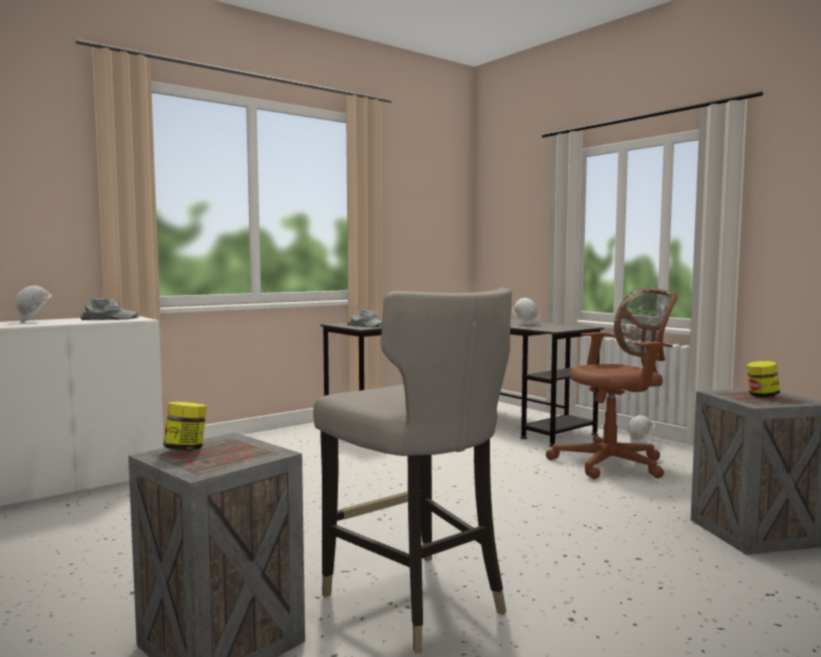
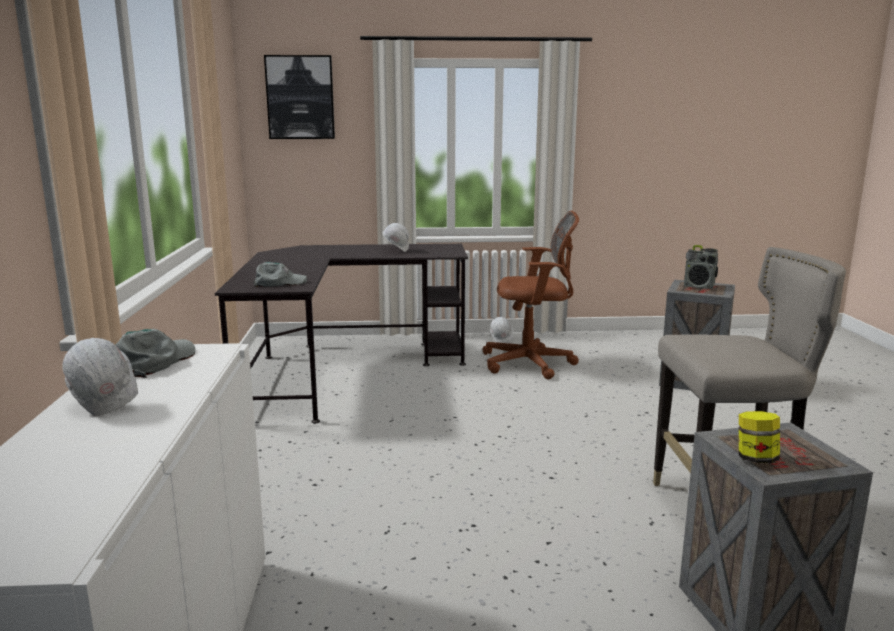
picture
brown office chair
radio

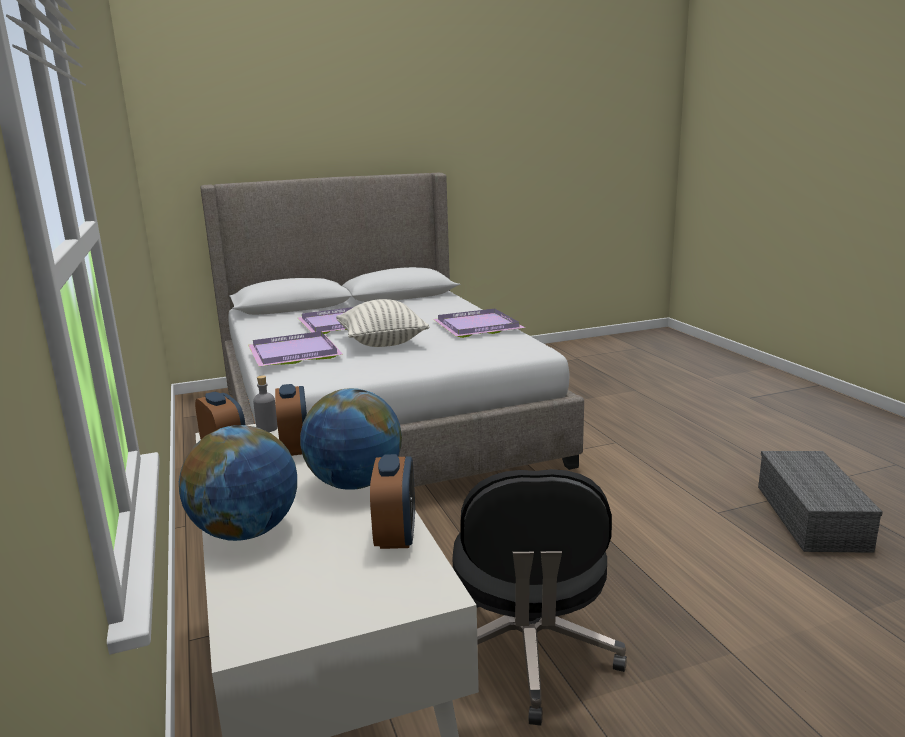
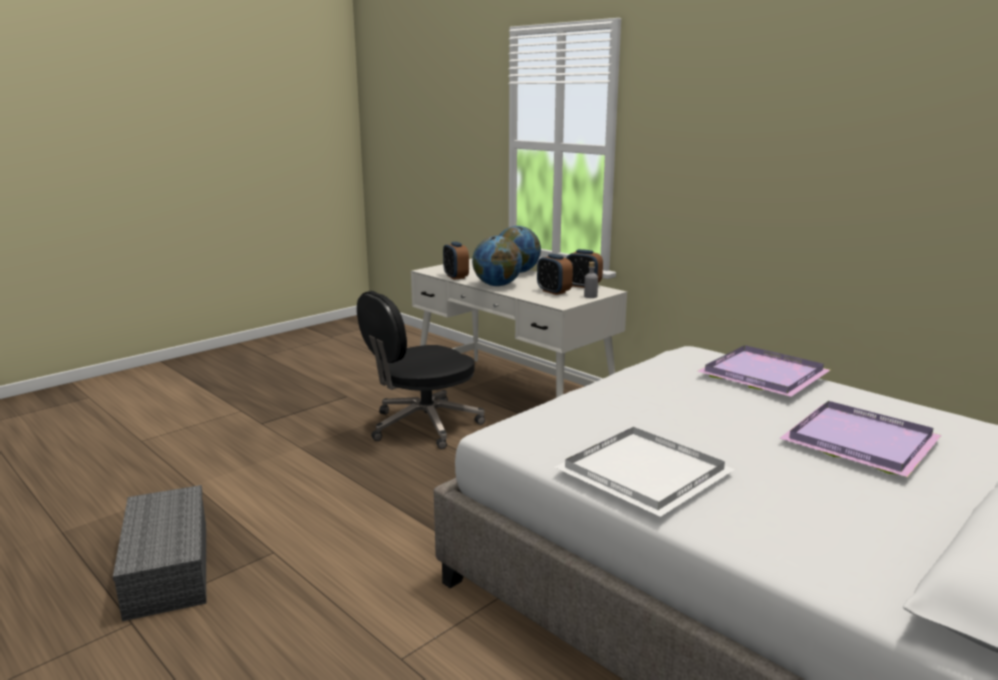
black office chair
white tray
pillow

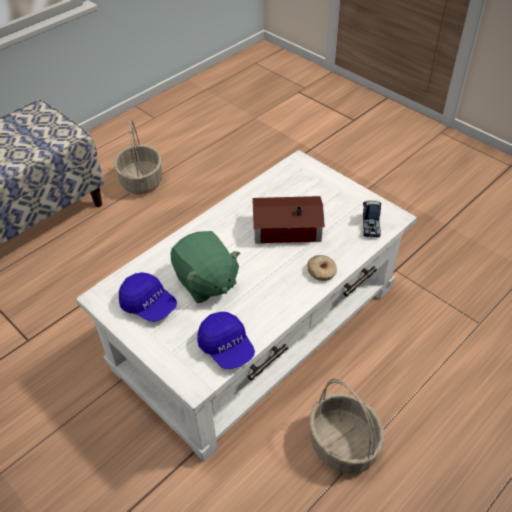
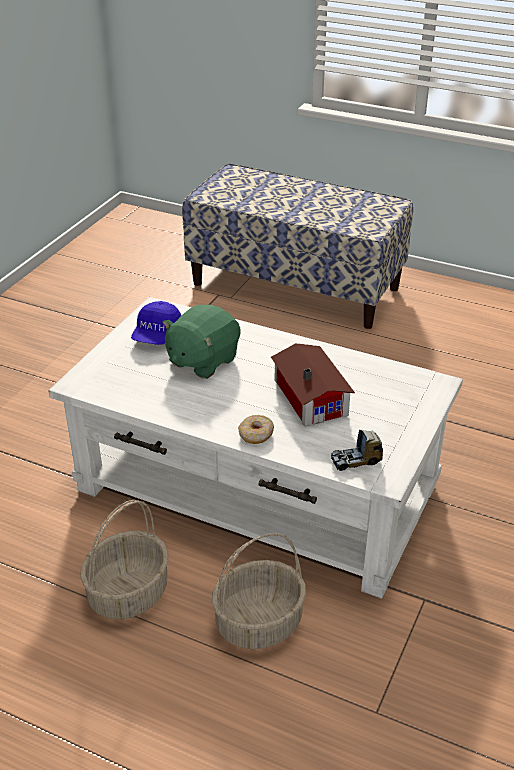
basket (no. 2 from left)
blue cap (no. 2 from left in the first image)

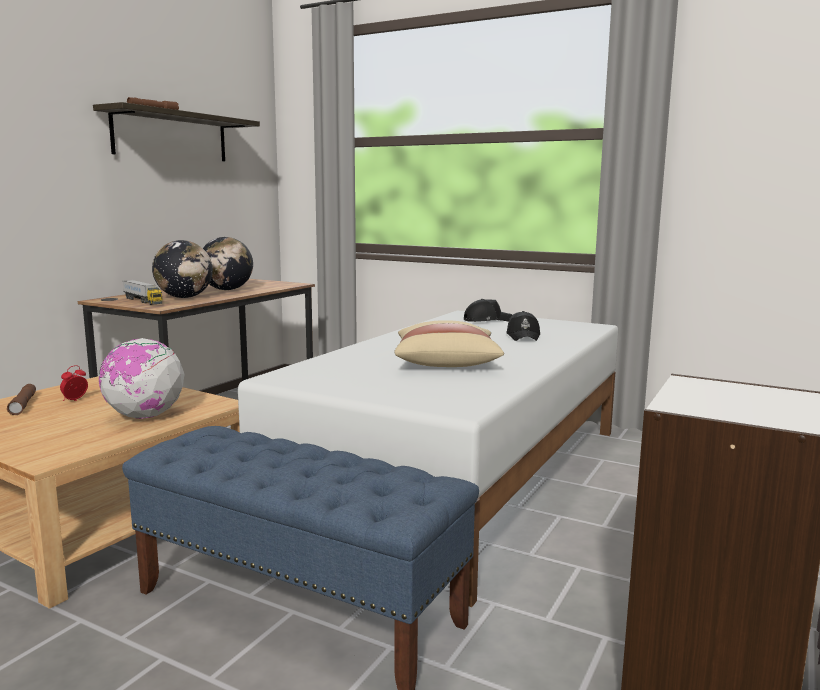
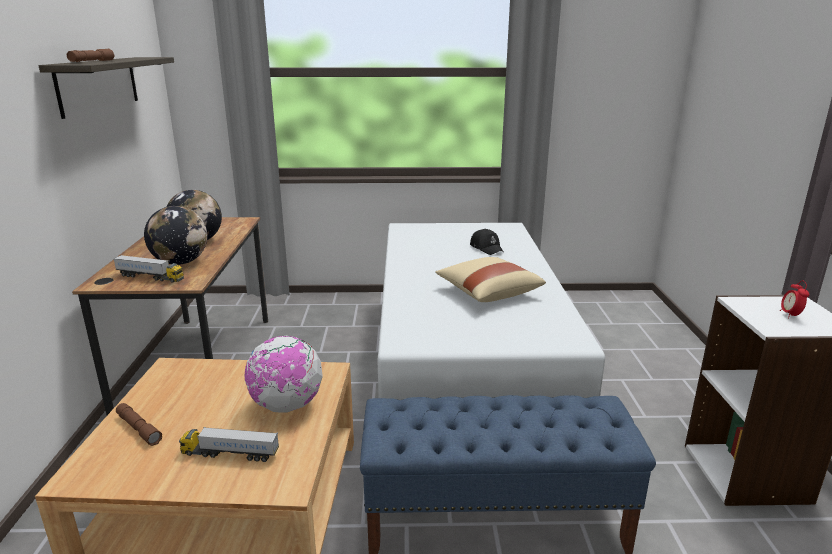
toy truck (no. 2 from left)
alarm clock
black cap (no. 1 from left in the first image)

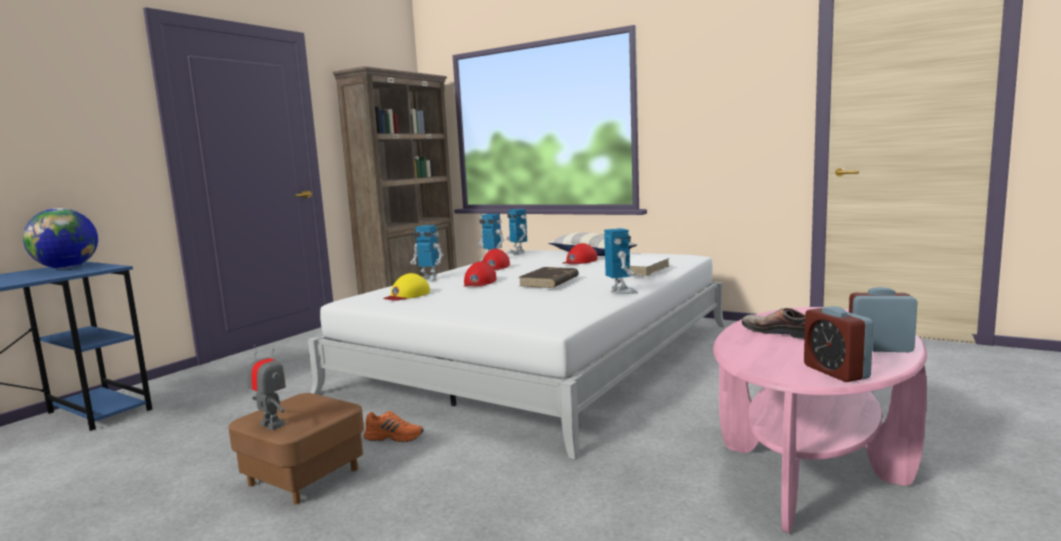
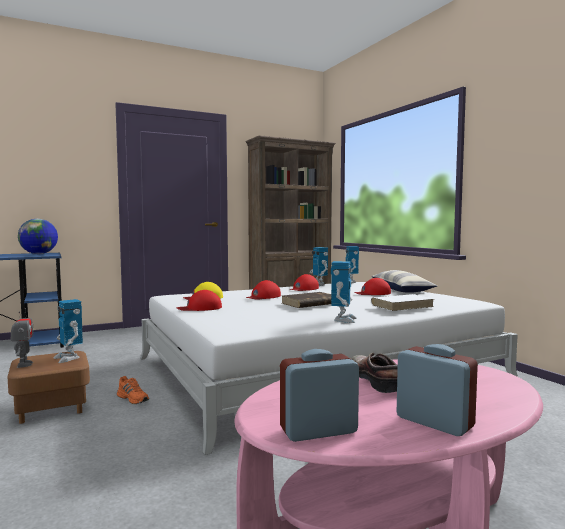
toy robot (no. 2 from left)
red cap (no. 1 from left)
alarm clock (no. 1 from left)

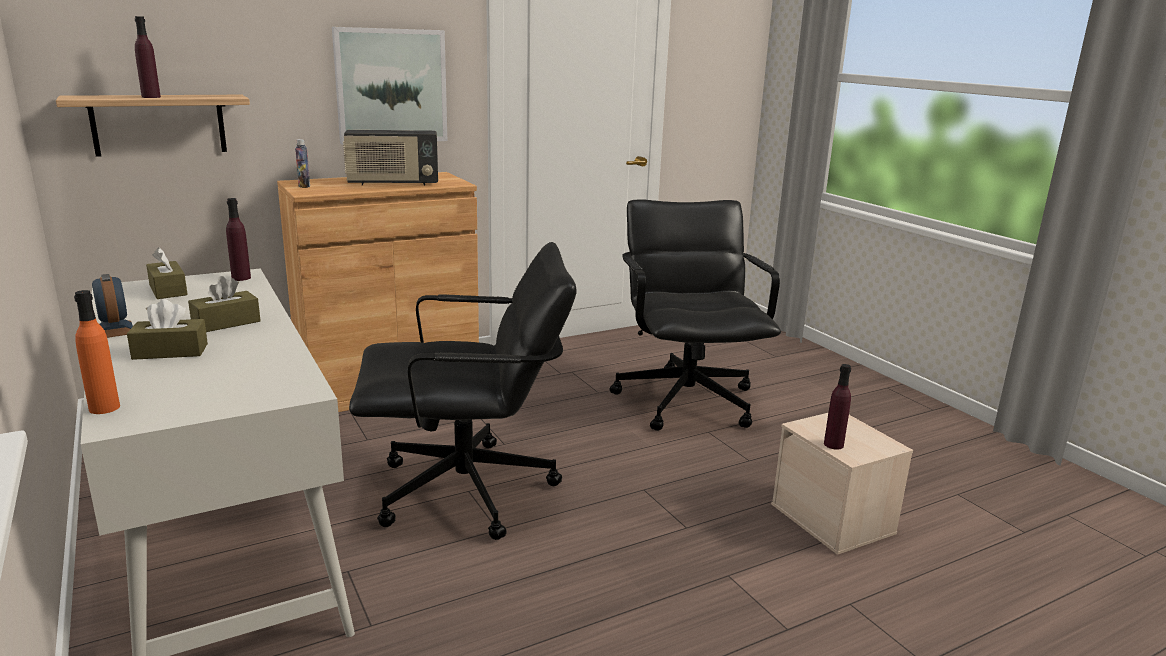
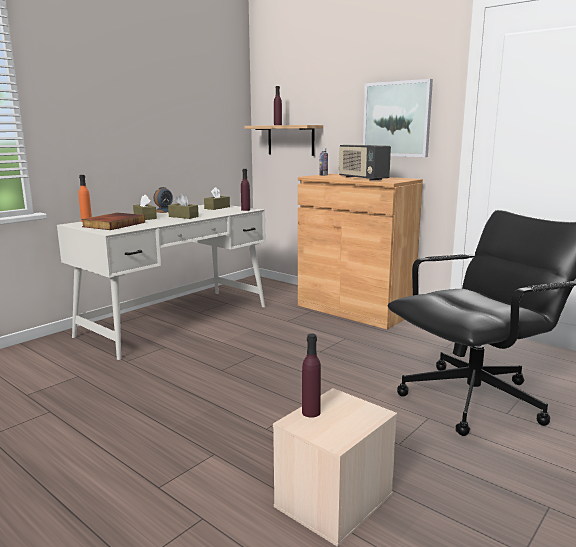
book
black office chair (no. 1 from left in the first image)

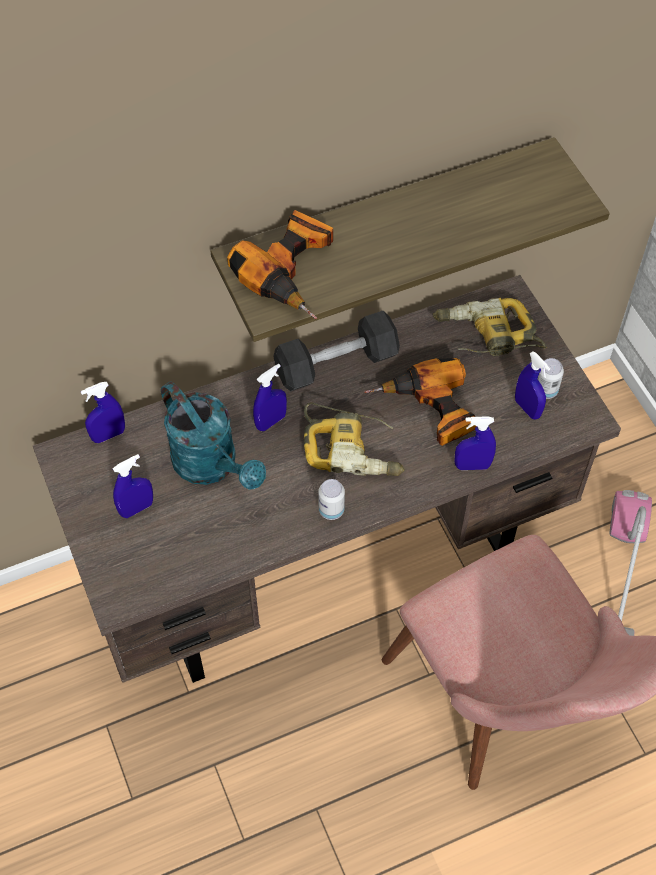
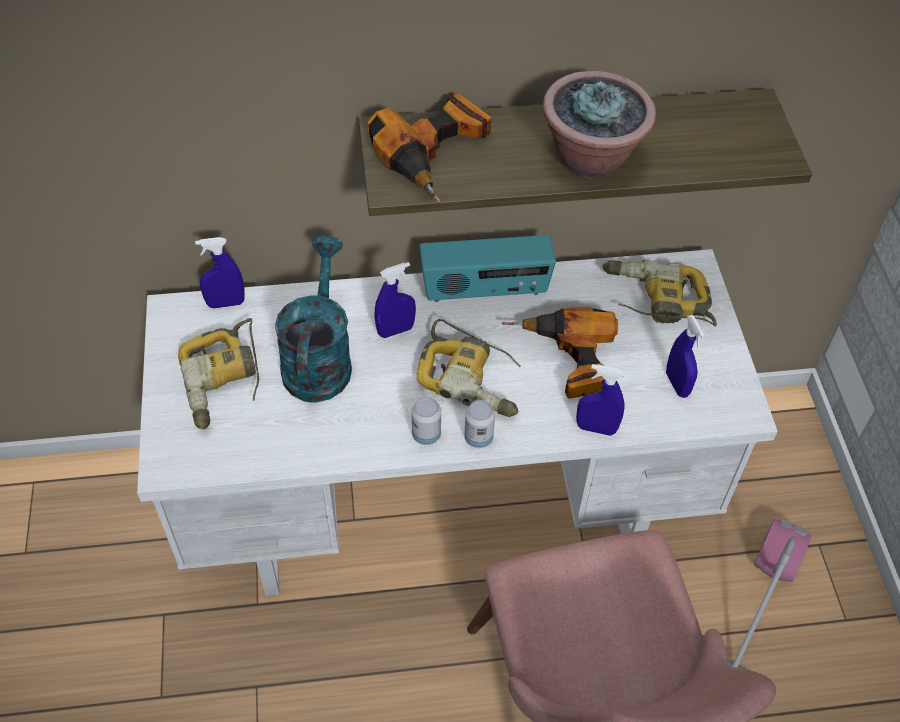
white desk
power drill (no. 1 from left)
turquoise watering can
radio
can (no. 2 from left)
potted plant

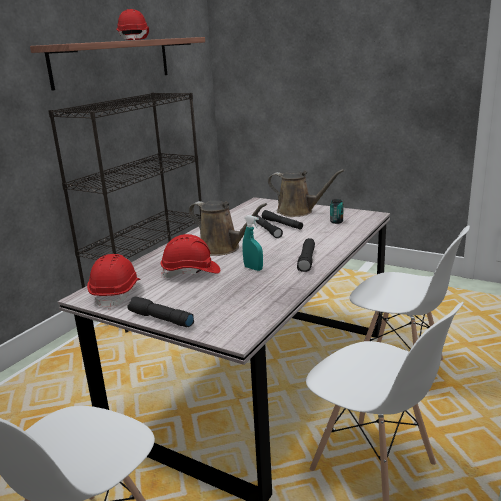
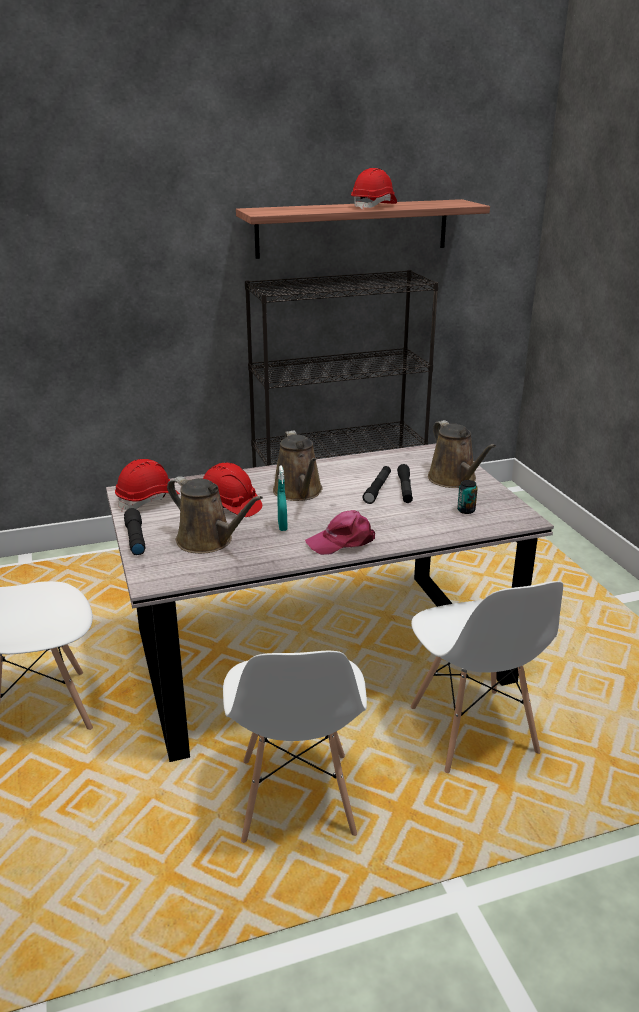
brown watering can (no. 1 from left)
pink cap

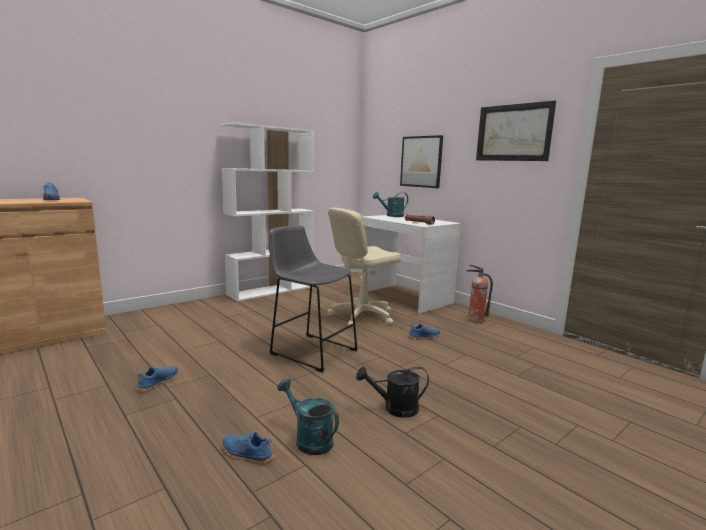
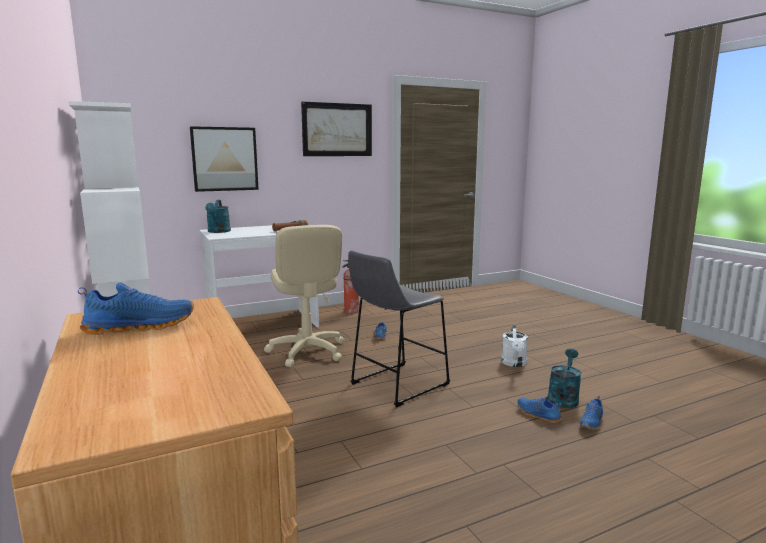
white watering can
blue shoe (no. 3 from left)
turquoise watering can (no. 2 from left)

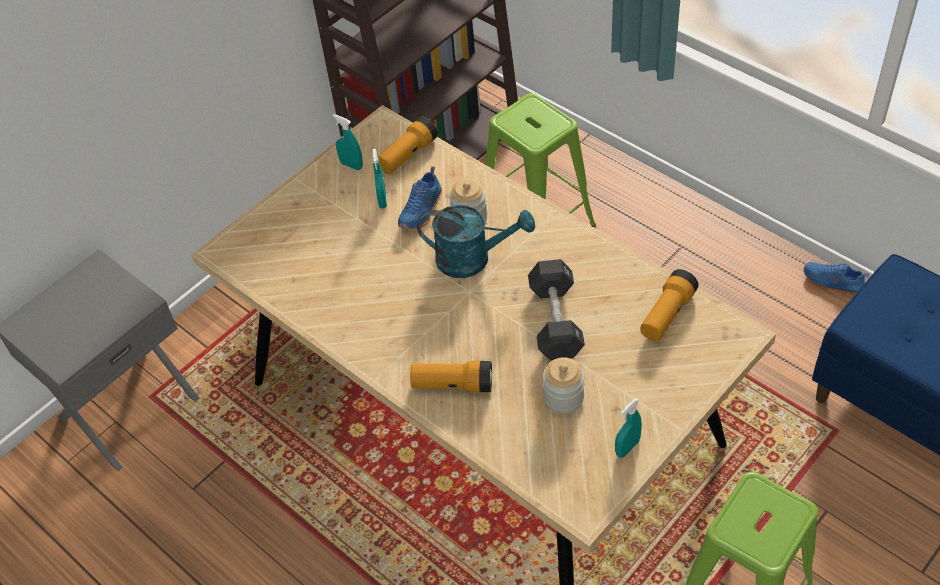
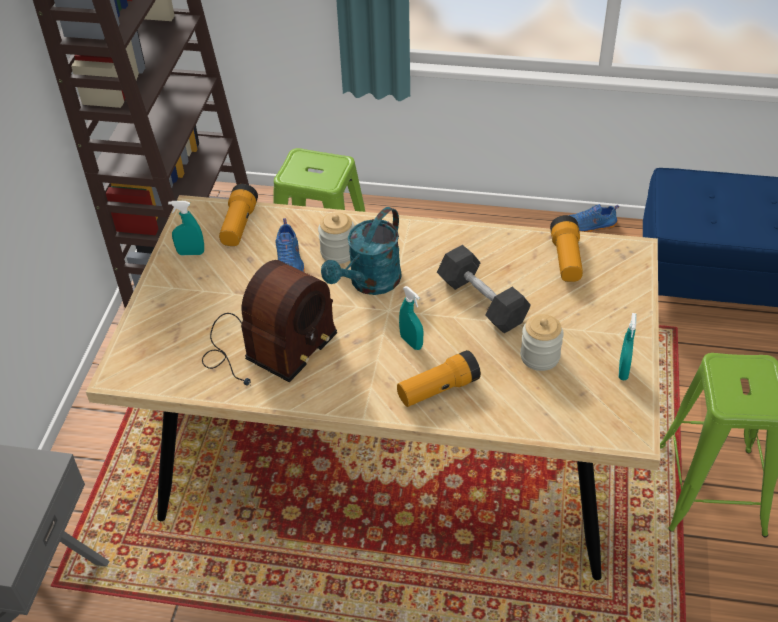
radio
turquoise watering can
turquoise spray bottle (no. 2 from left)

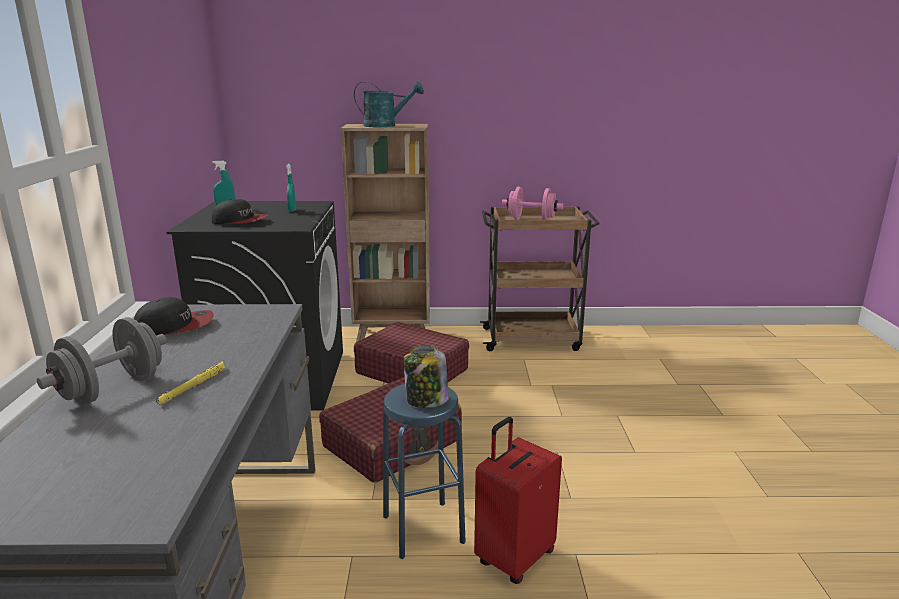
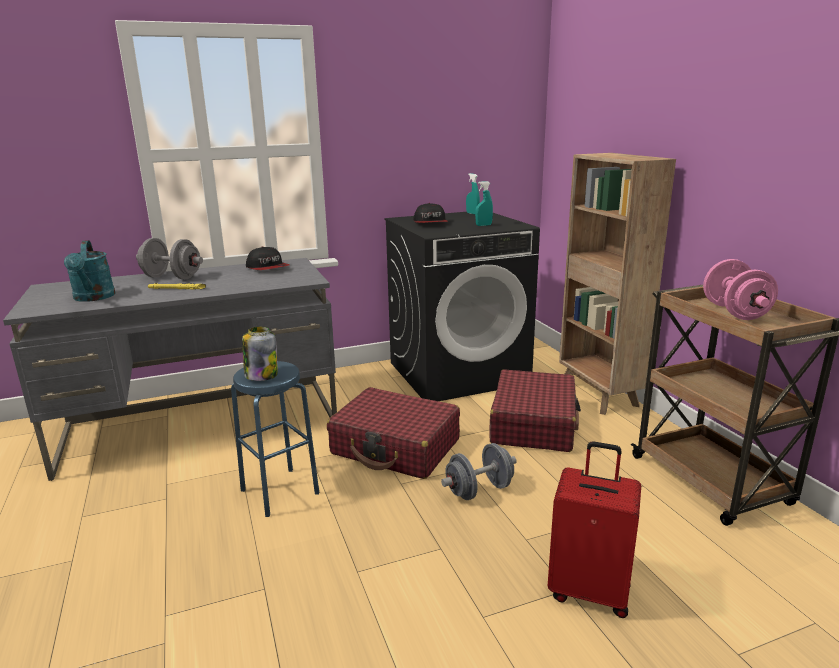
turquoise watering can
grey dumbbell (no. 2 from left)
red suitcase (no. 3 from left)

